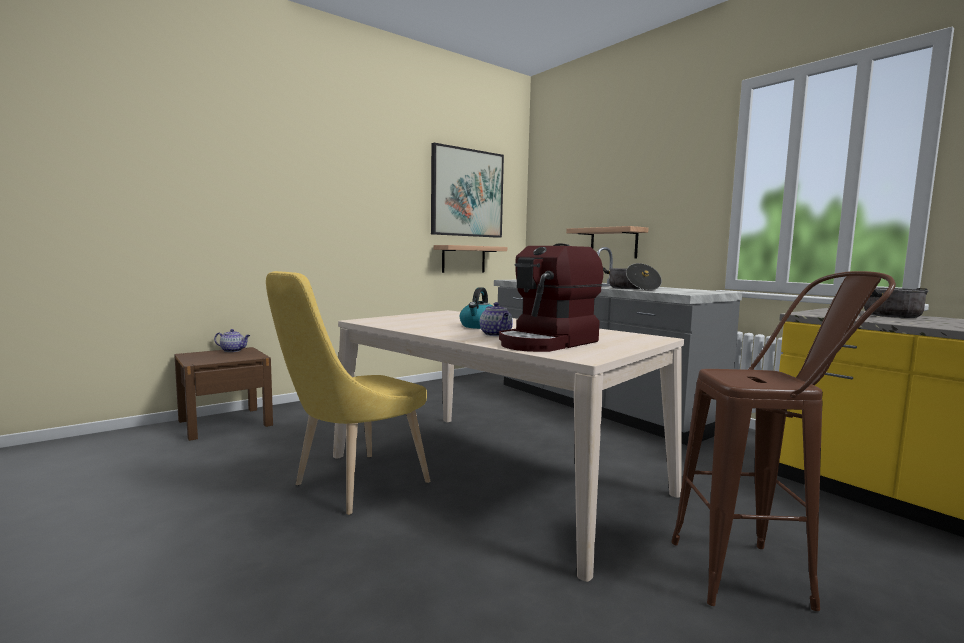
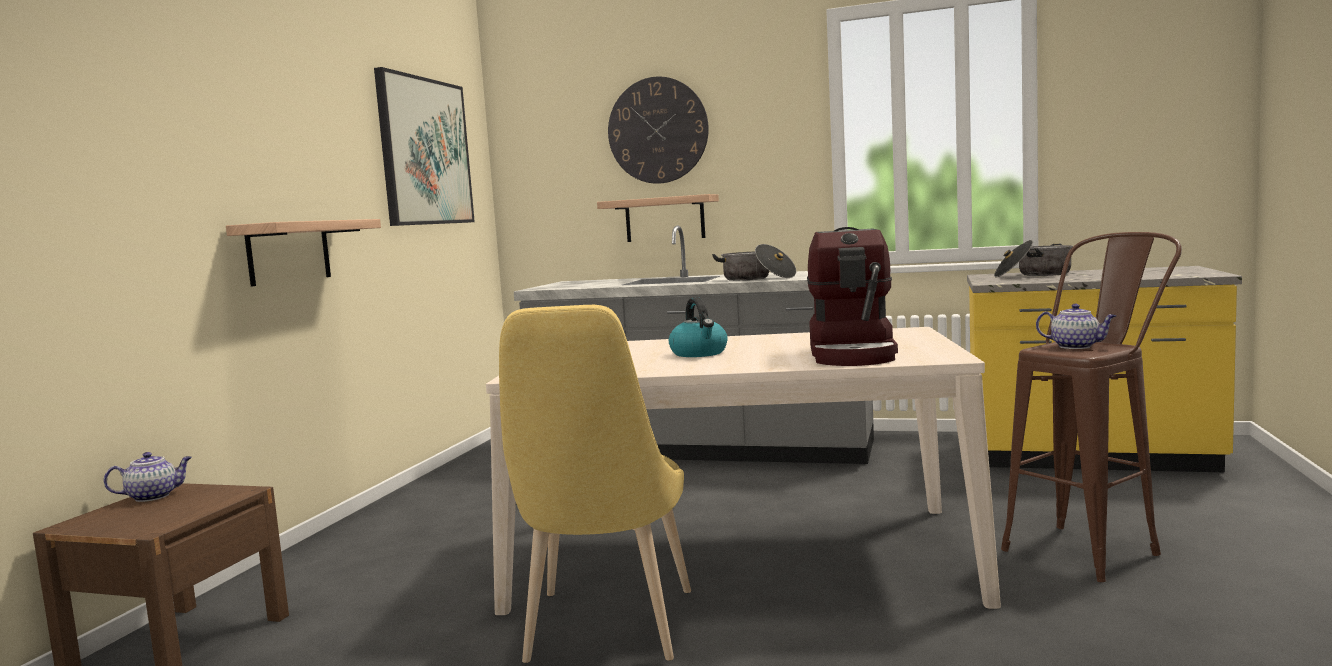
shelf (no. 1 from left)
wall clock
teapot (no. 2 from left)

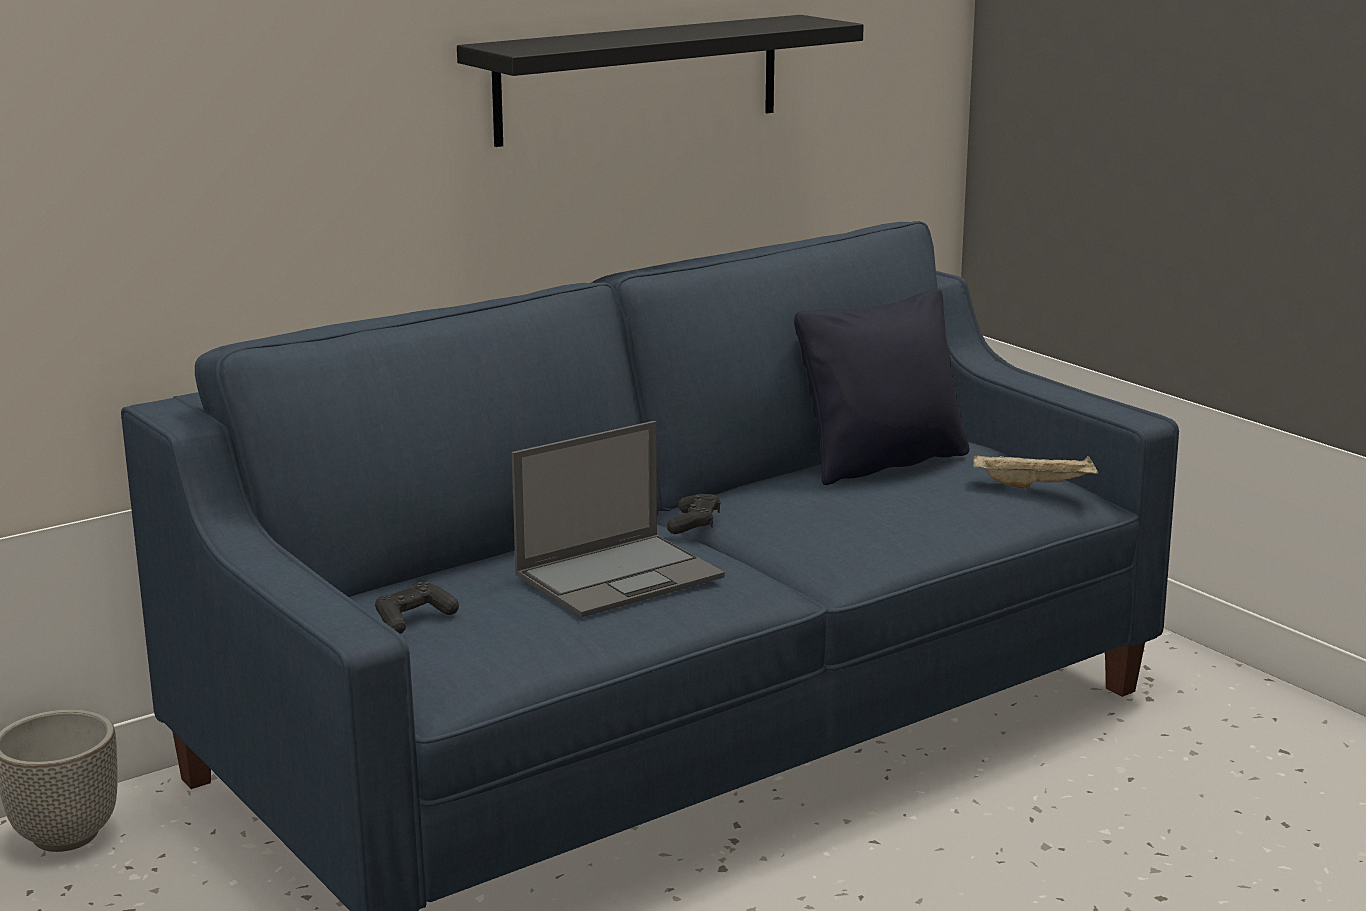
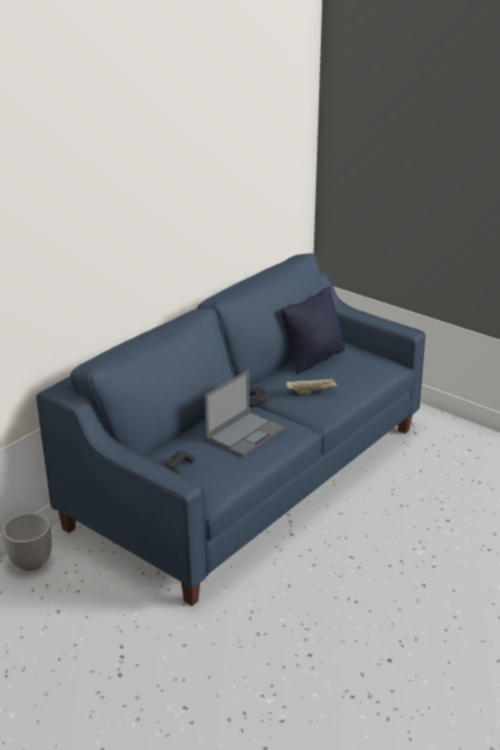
beige tray
black shelf

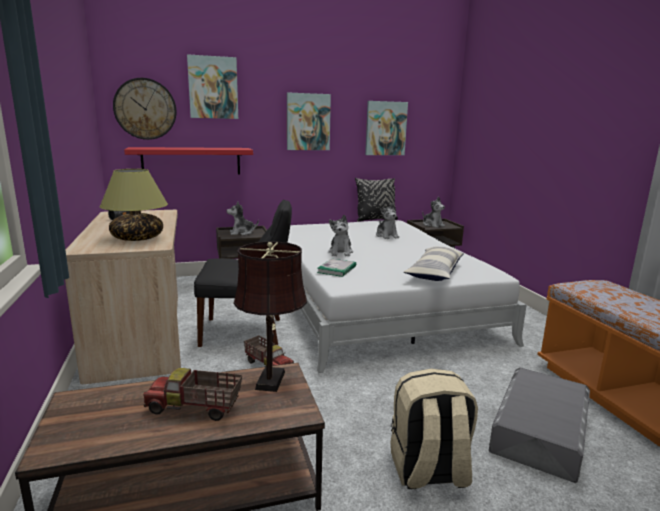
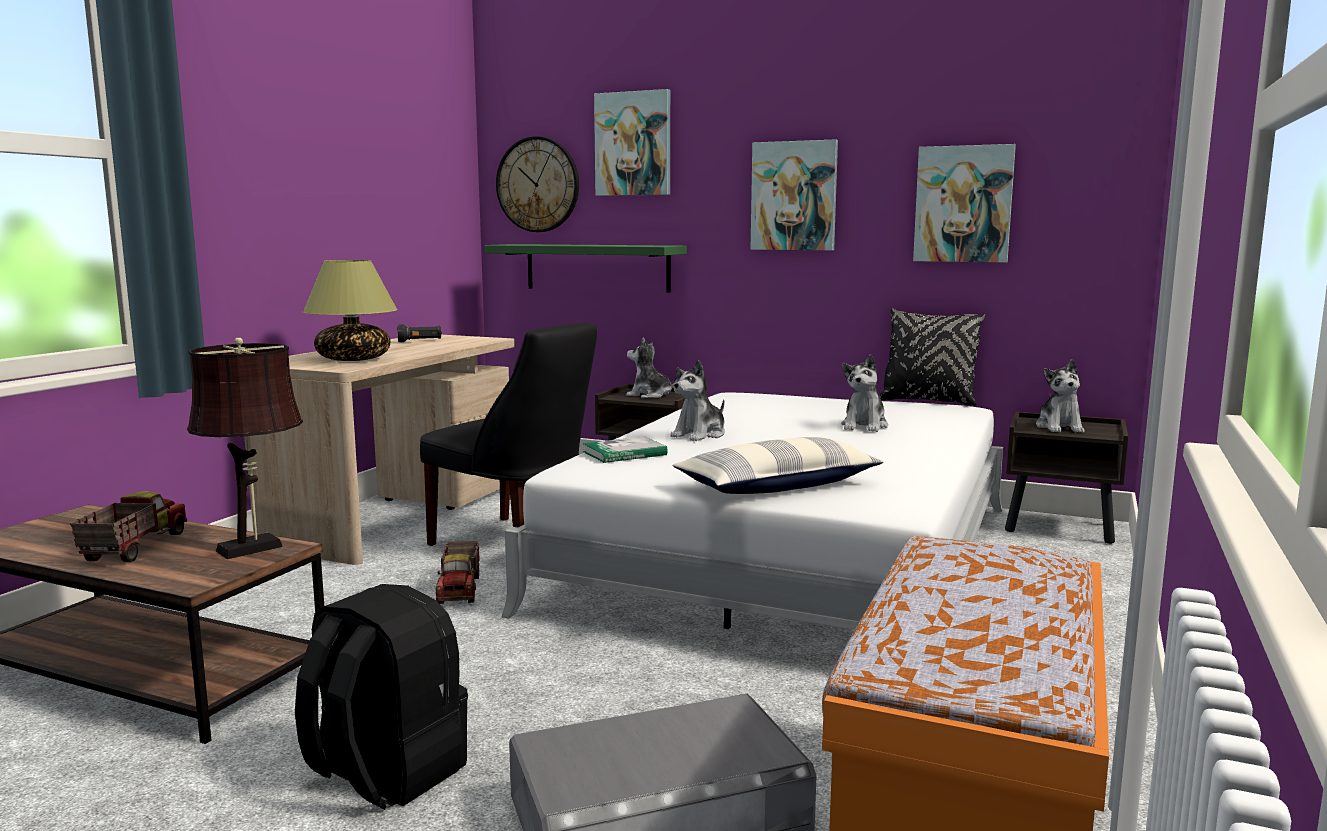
toy truck (no. 1 from left)
black backpack
green shelf

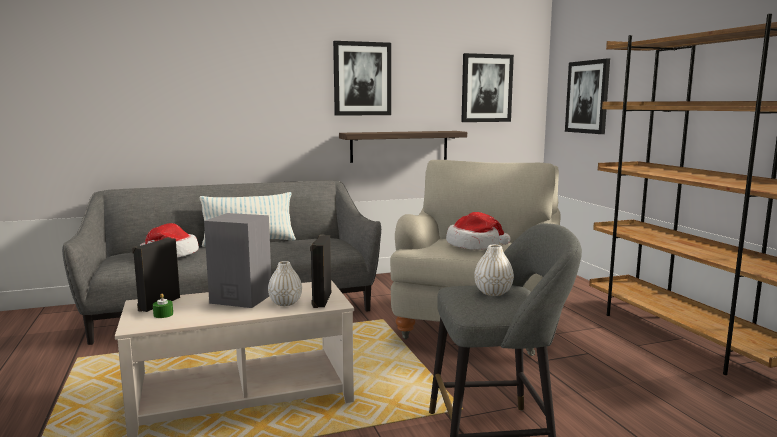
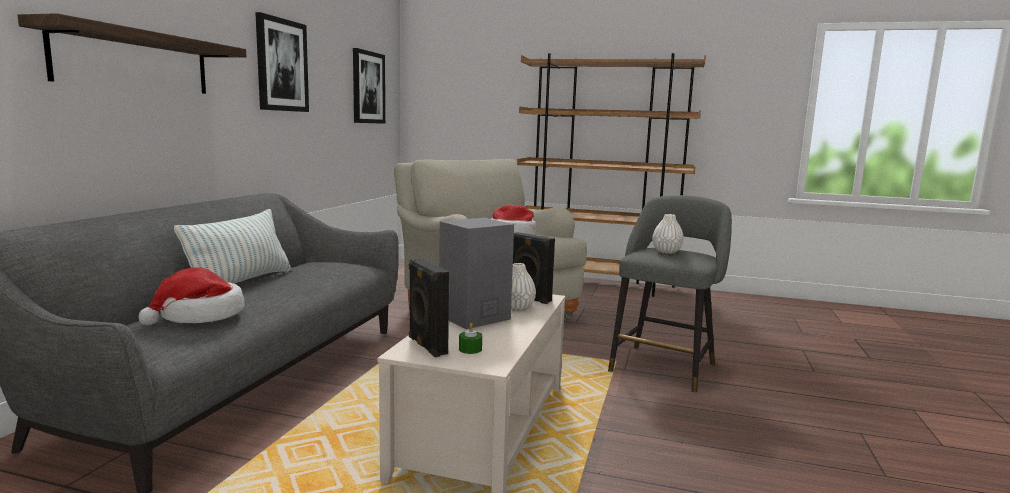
shelf
picture (no. 3 from left in the first image)

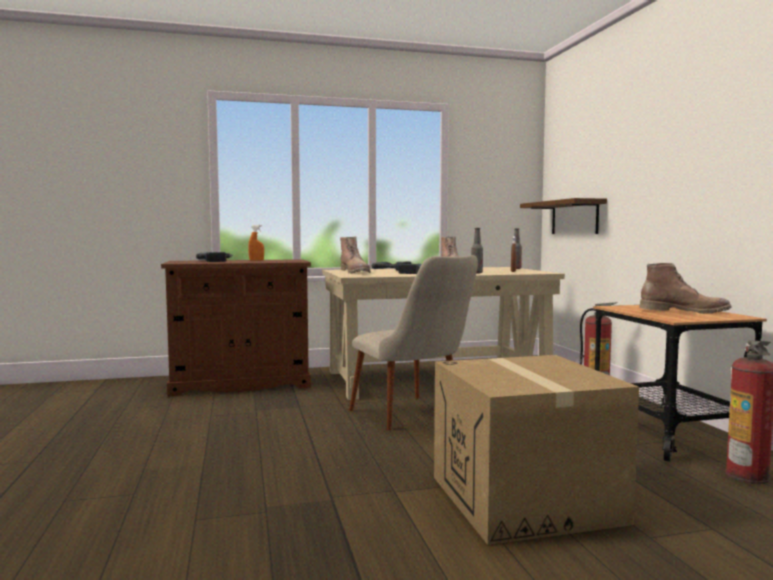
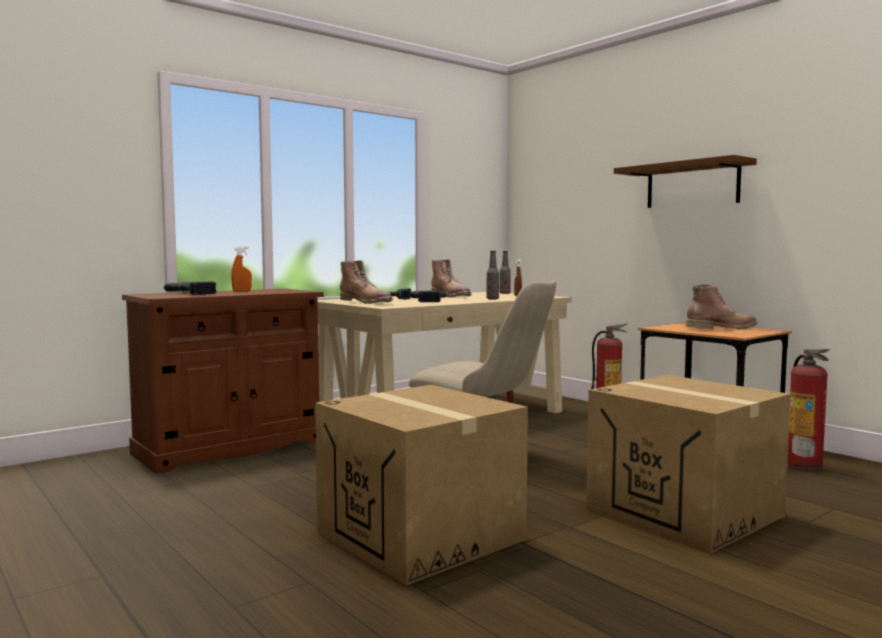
cardboard box (no. 1 from left)
brown shelf

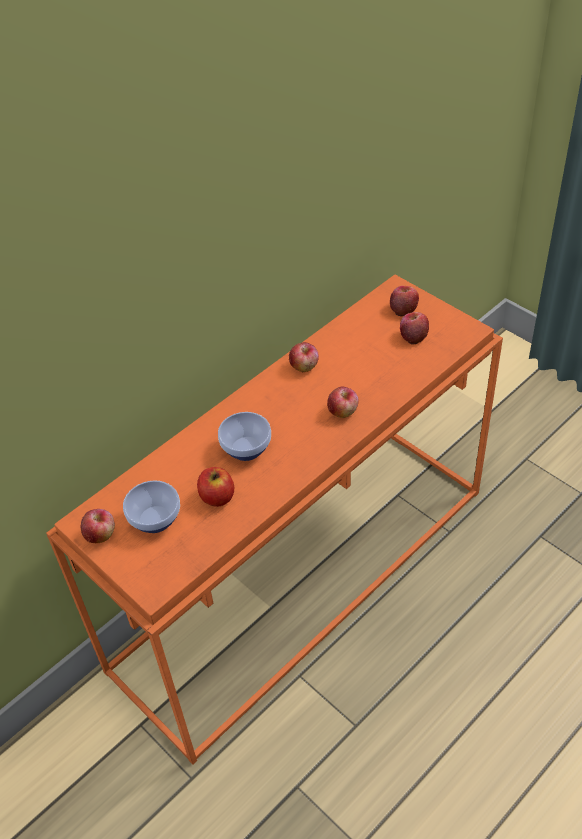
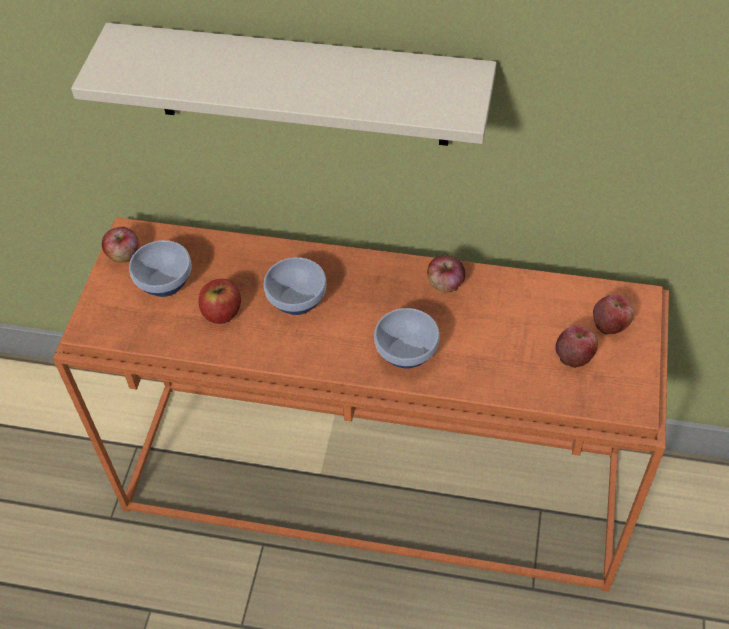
beige shelf
bowl (no. 3 from left)

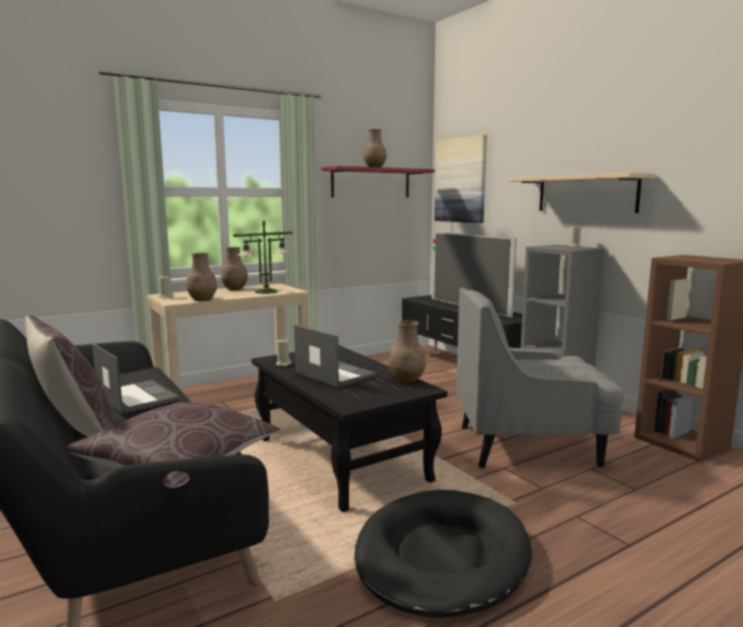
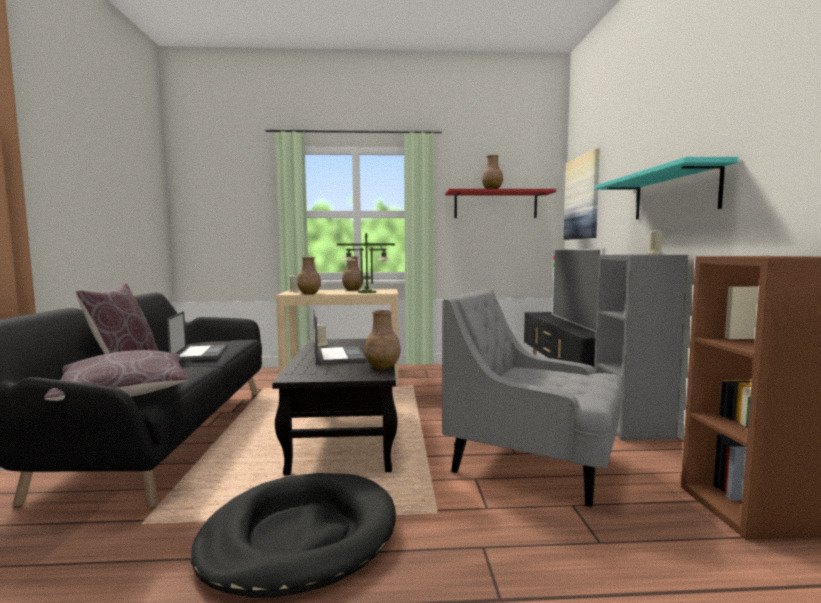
turquoise shelf

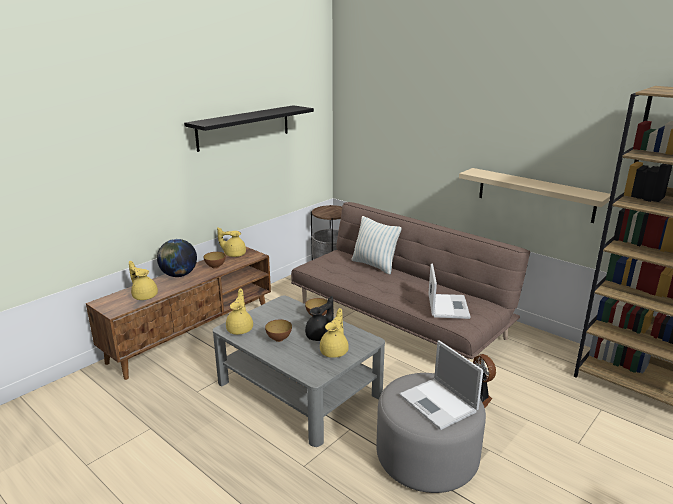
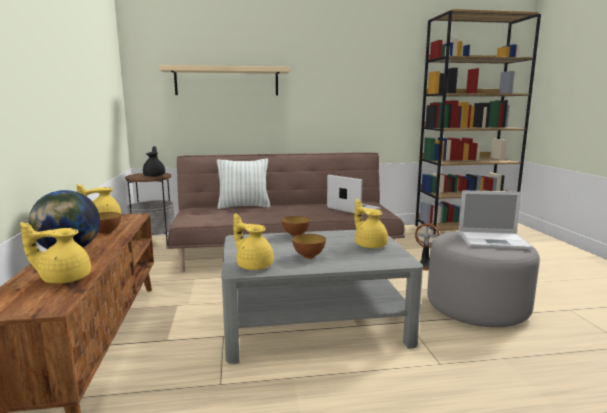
black teapot
beige shelf
black shelf

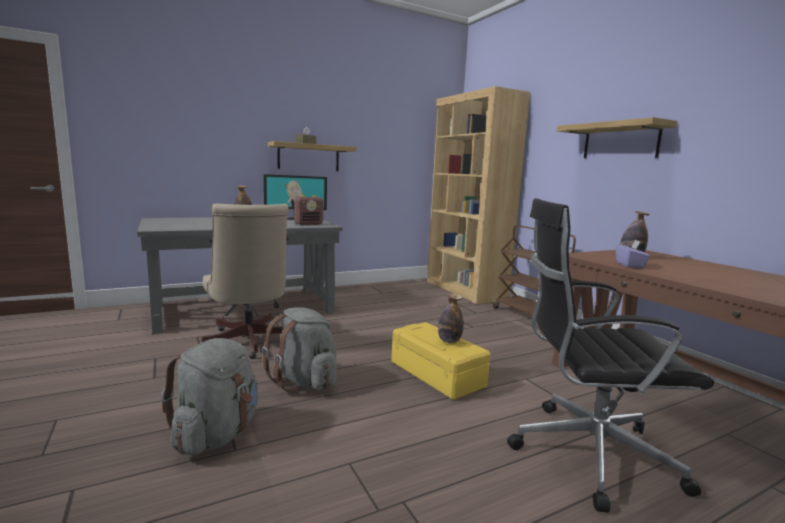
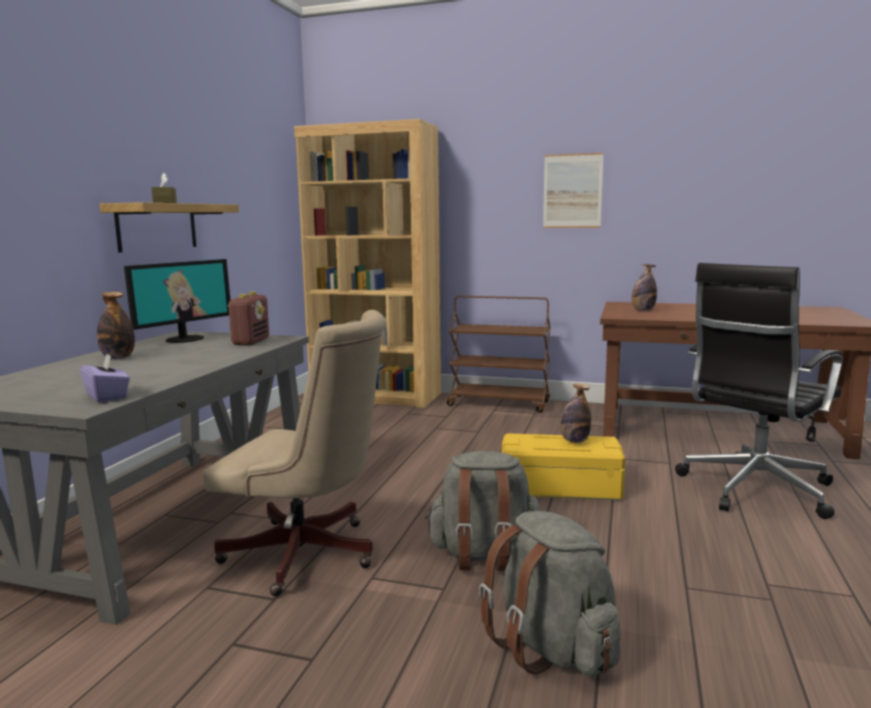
purple tissue box
picture

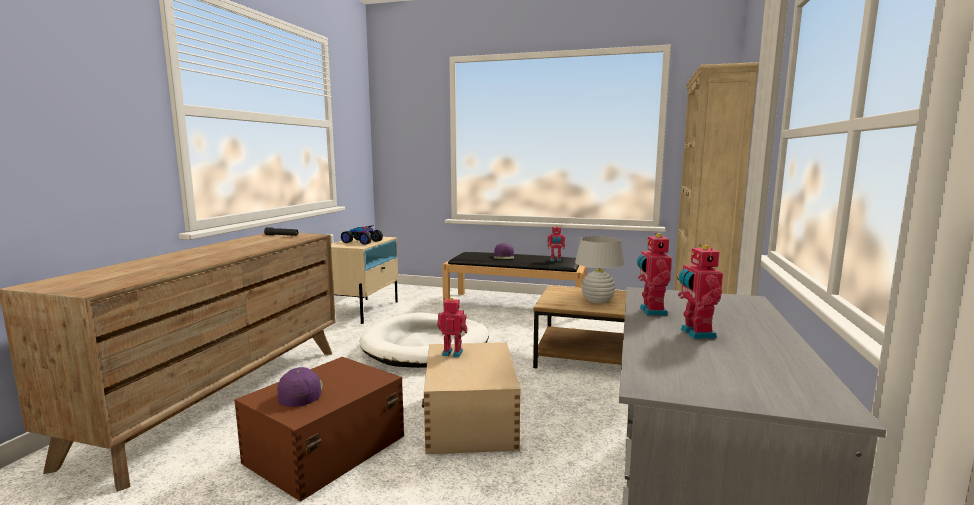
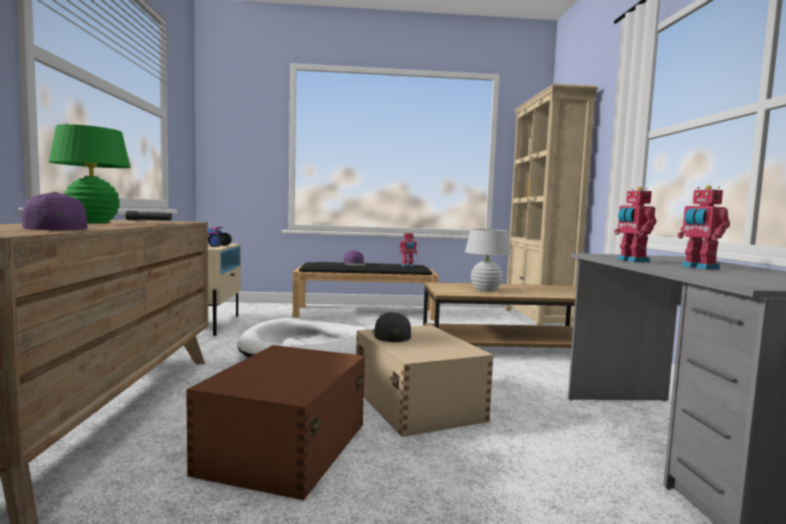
purple cap (no. 1 from left)
green table lamp
black cap

